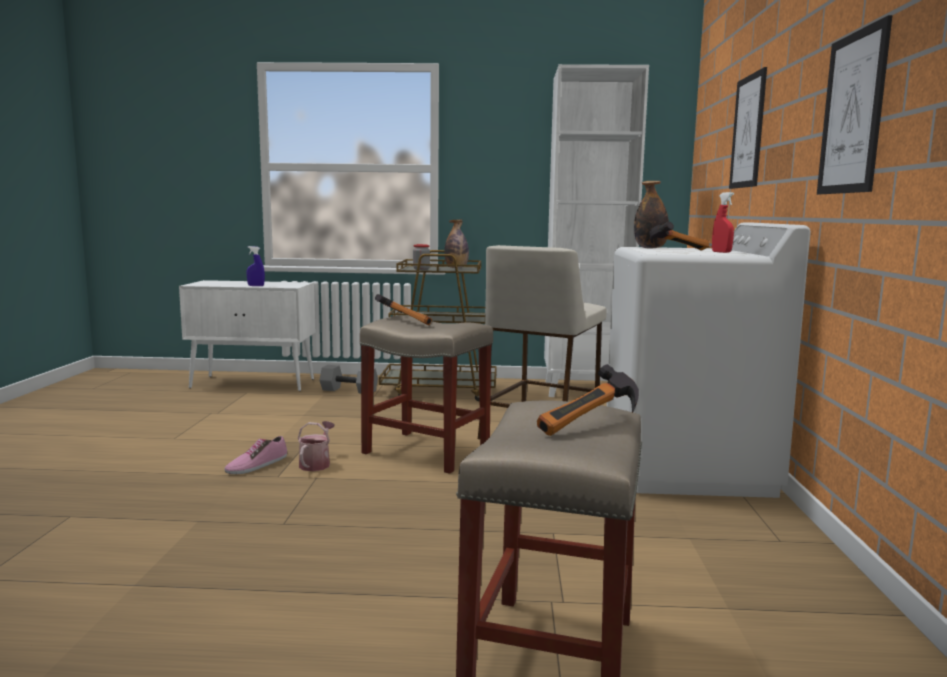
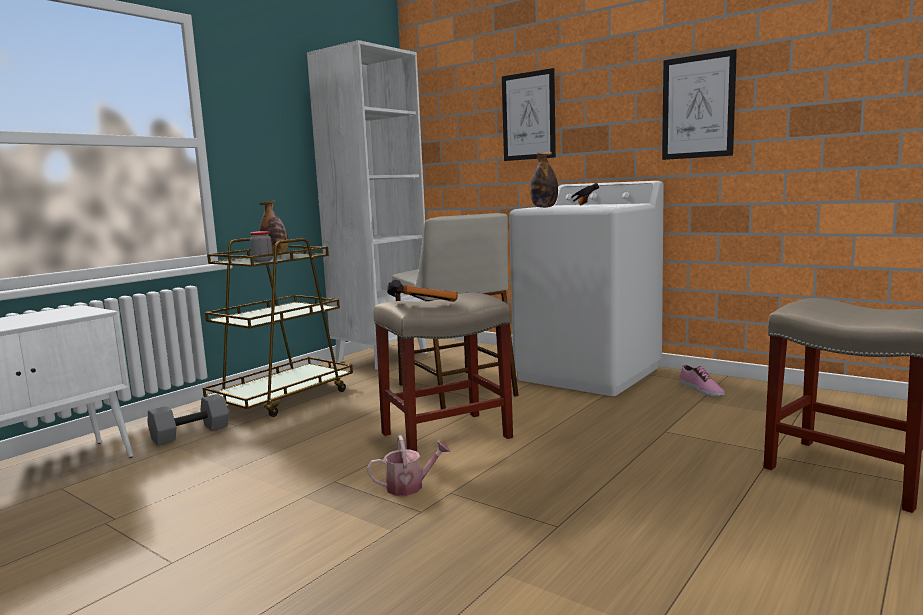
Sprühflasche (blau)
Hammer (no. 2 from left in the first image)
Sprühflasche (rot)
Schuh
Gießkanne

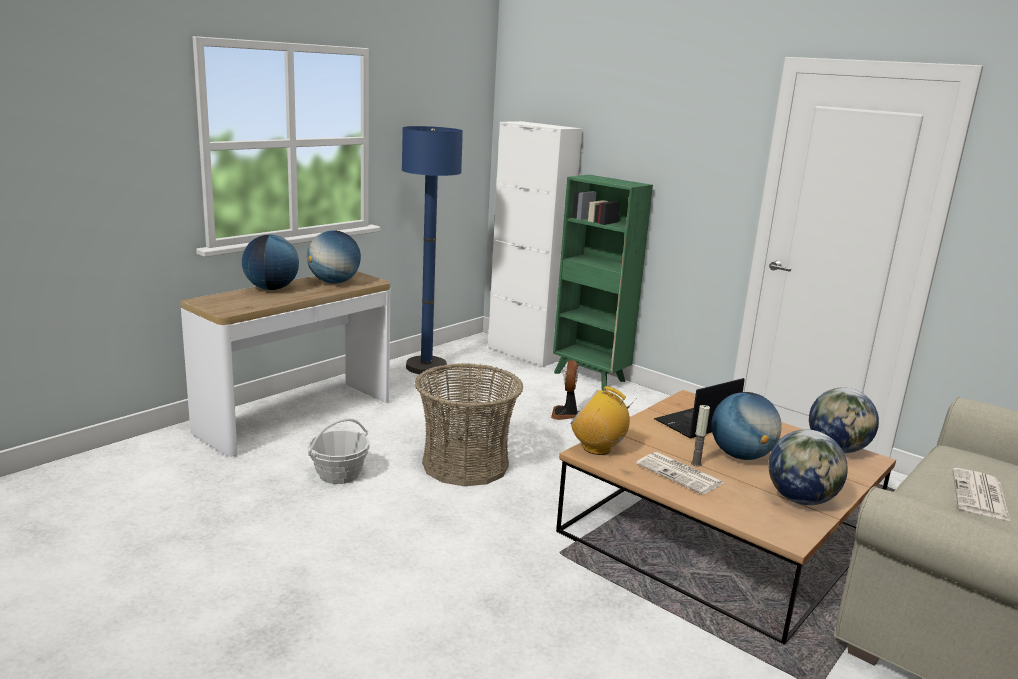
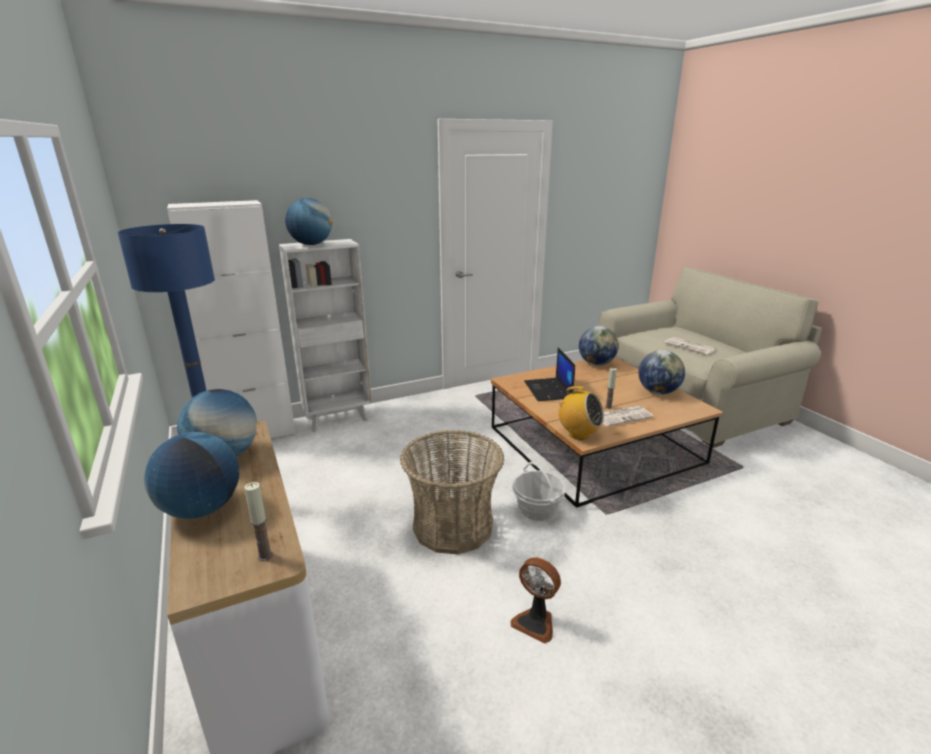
Kerze (no. 1 from left)
Korb (no. 2 from left)
Ventilator
Globus (no. 3 from left)
Bücherregal (weiß)
Radio

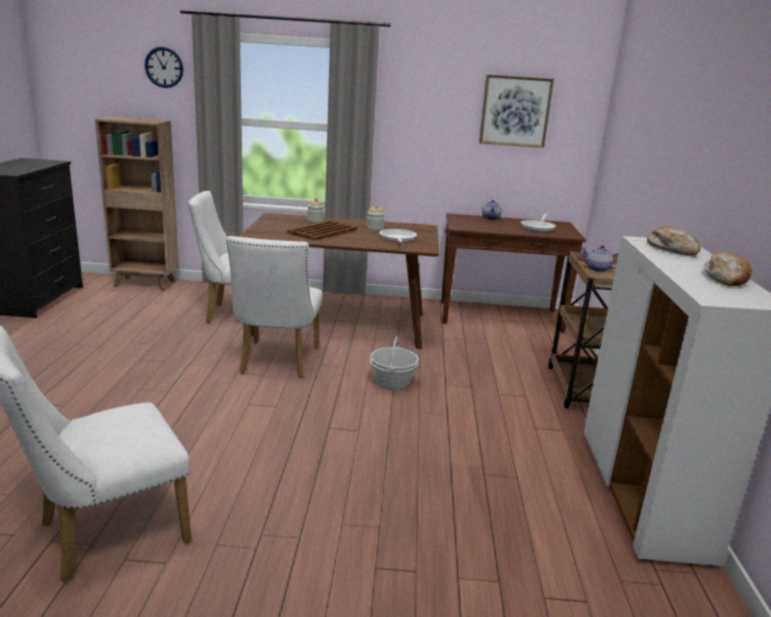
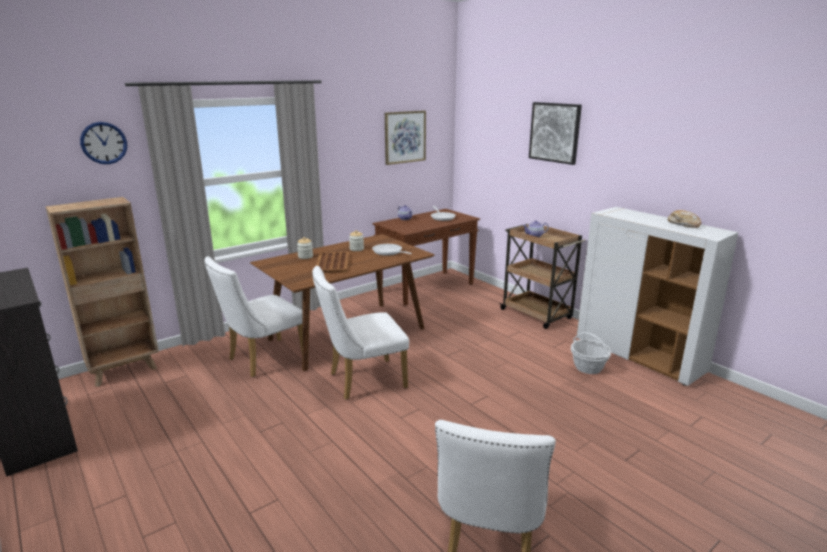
Brot (no. 1 from left in the first image)
Bild (no. 2 from left)
Korb
Stuhl (weiß) (no. 2 from left)

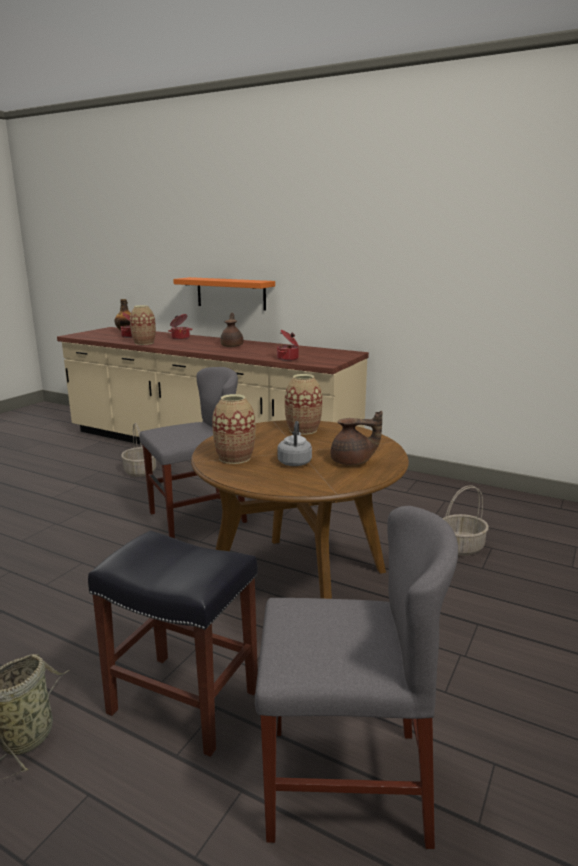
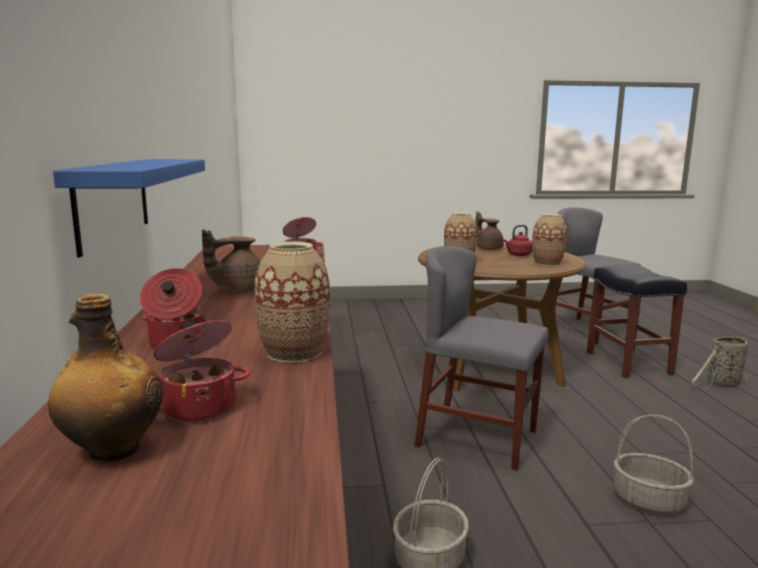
Korb (no. 2 from left)
Wandregal (blau)
Wasserkessel (rot)

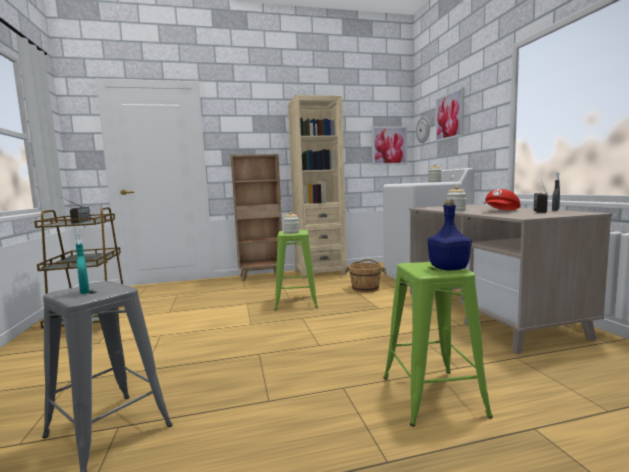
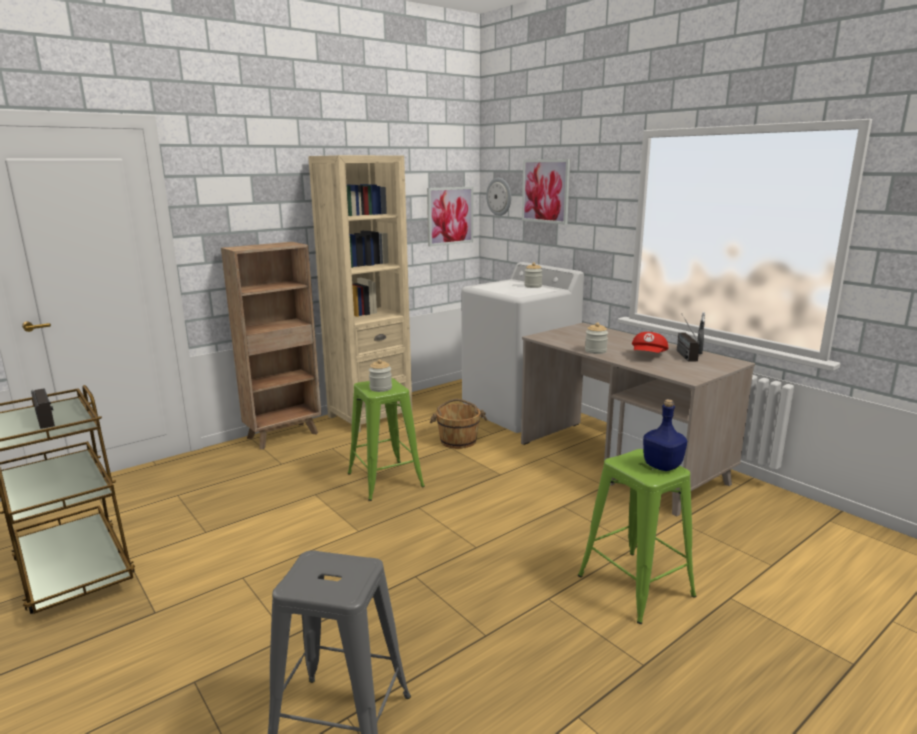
Sprühflasche (türkis)

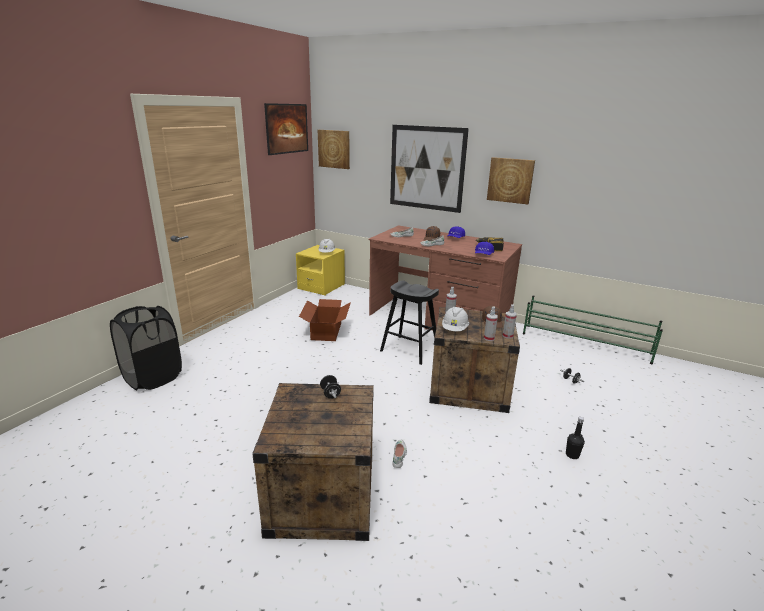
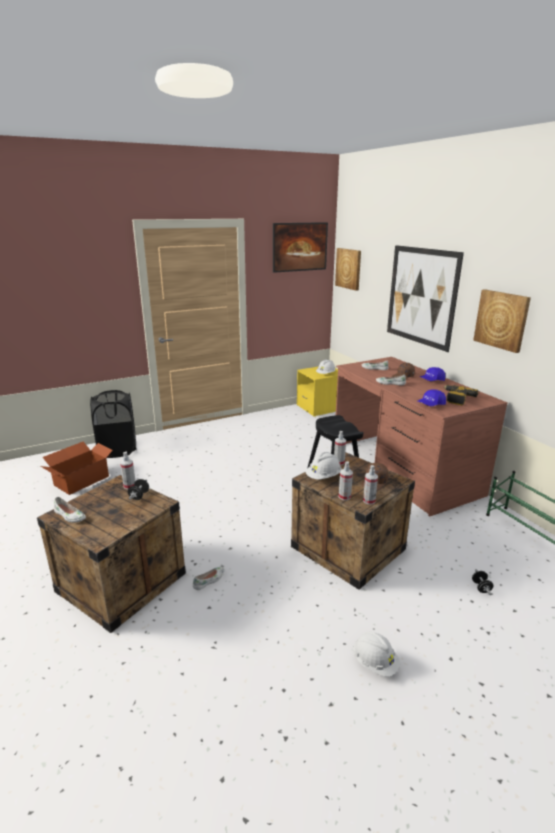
Schuh (weiß) (no. 1 from left)
Sprühflasche (no. 1 from left)
Karton
Schutzhelm (weiß) (no. 3 from left)

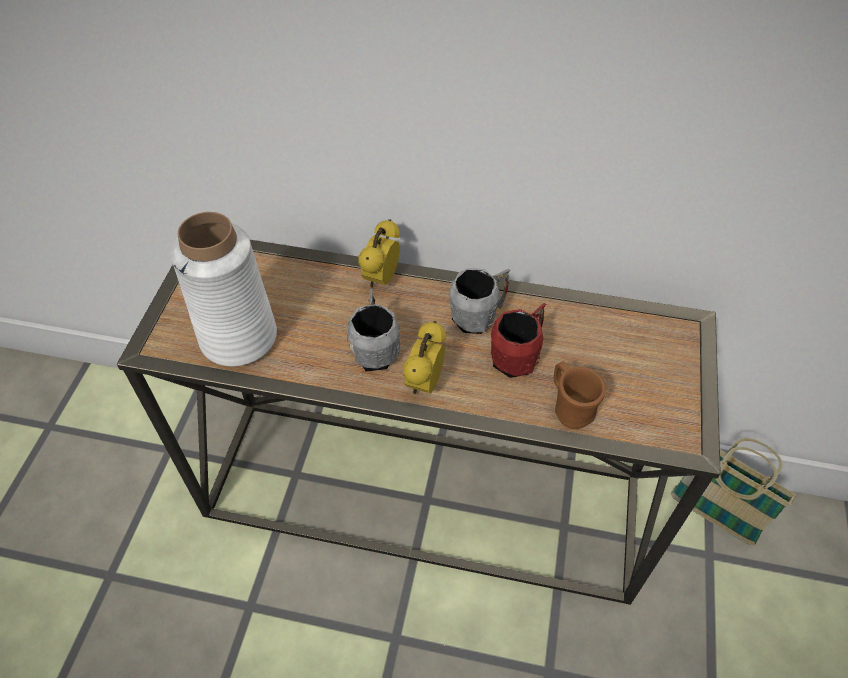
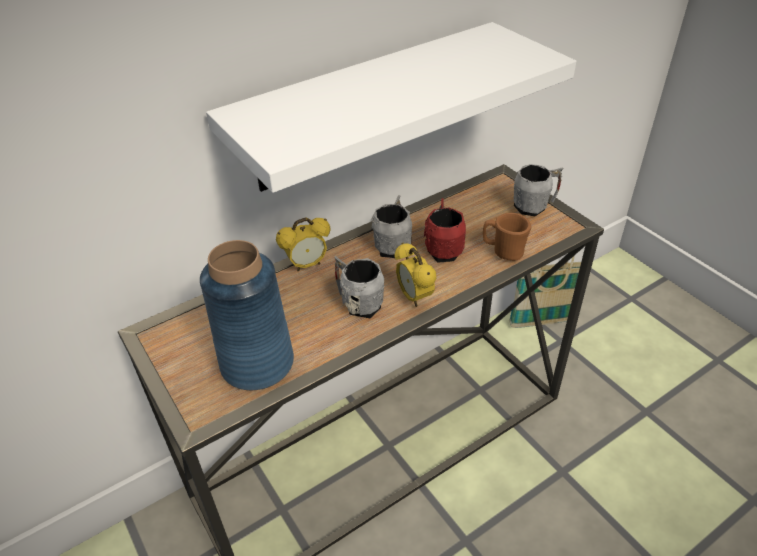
Wandregal (weiß)
Henkelbecher (grau) (no. 3 from left)
Vase (blau)
Wecker (no. 1 from left)

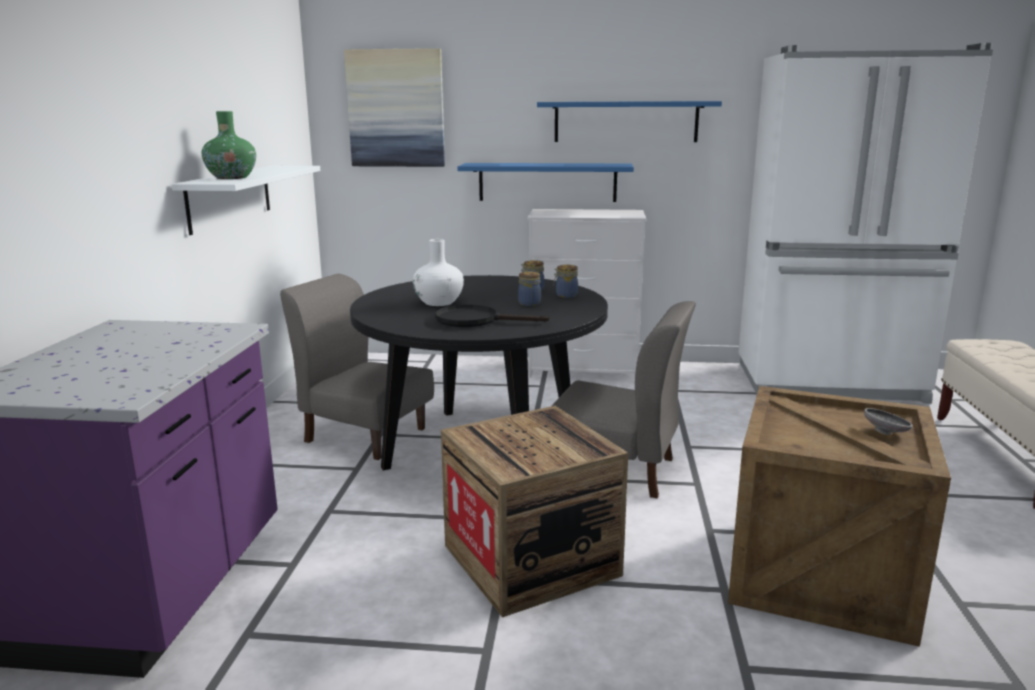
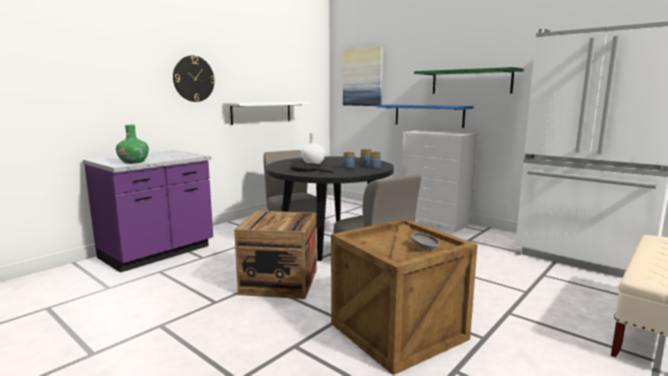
Wanduhr
Vase (grün)
Wandregal (grün)

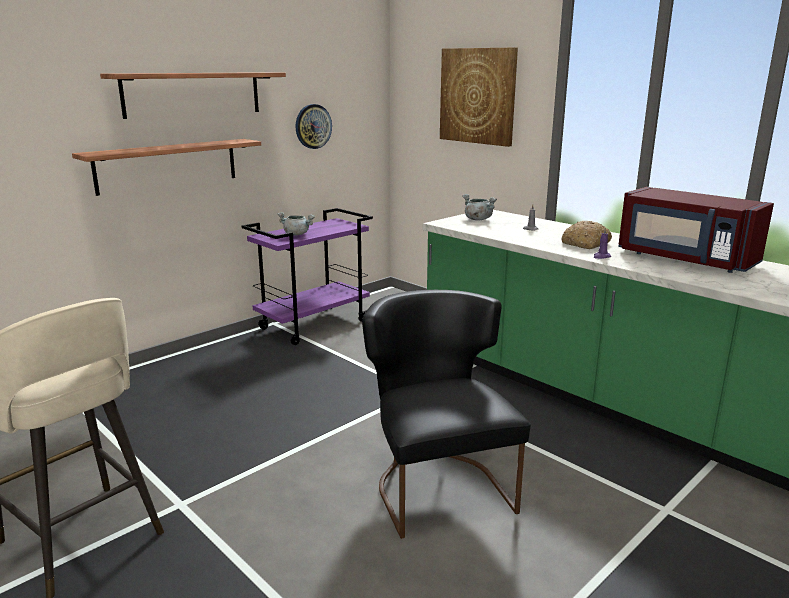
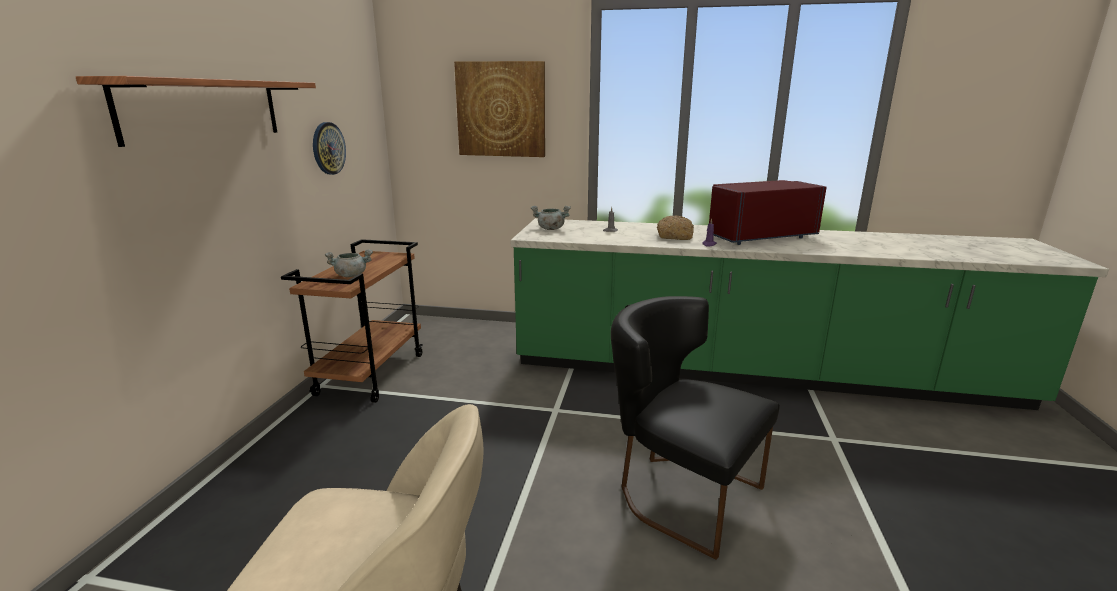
Wandregal (no. 1 from left in the first image)
Rollwagen (braun)
Mikrowelle (rot)

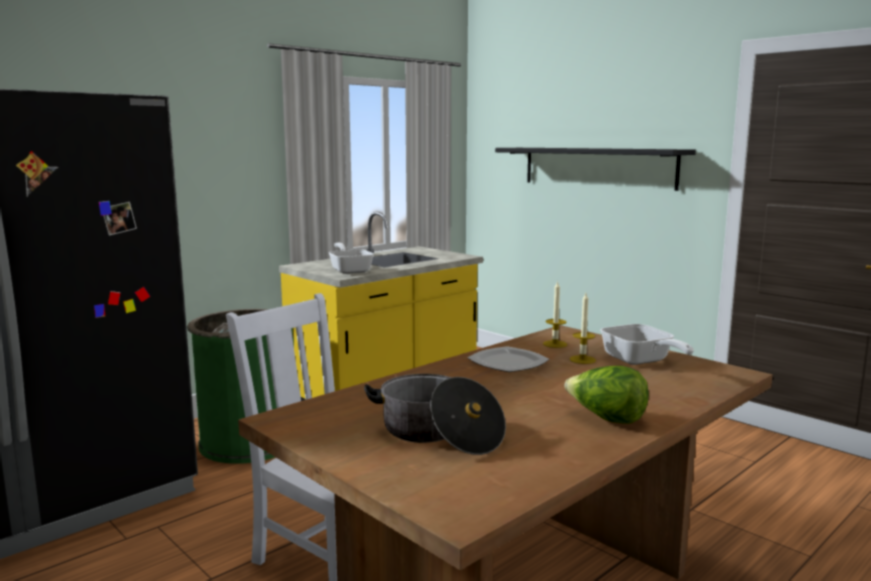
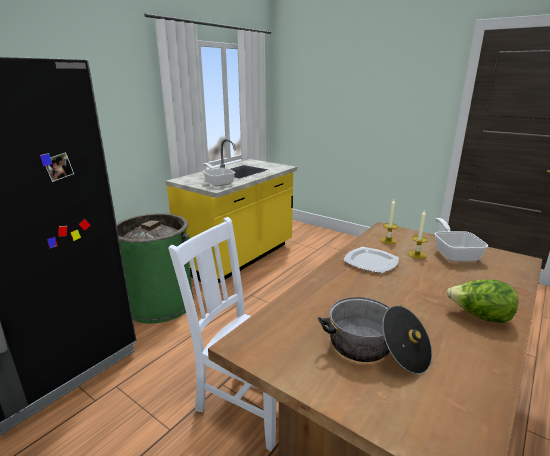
Wandregal (schwarz)
Pfanne (no. 2 from left)

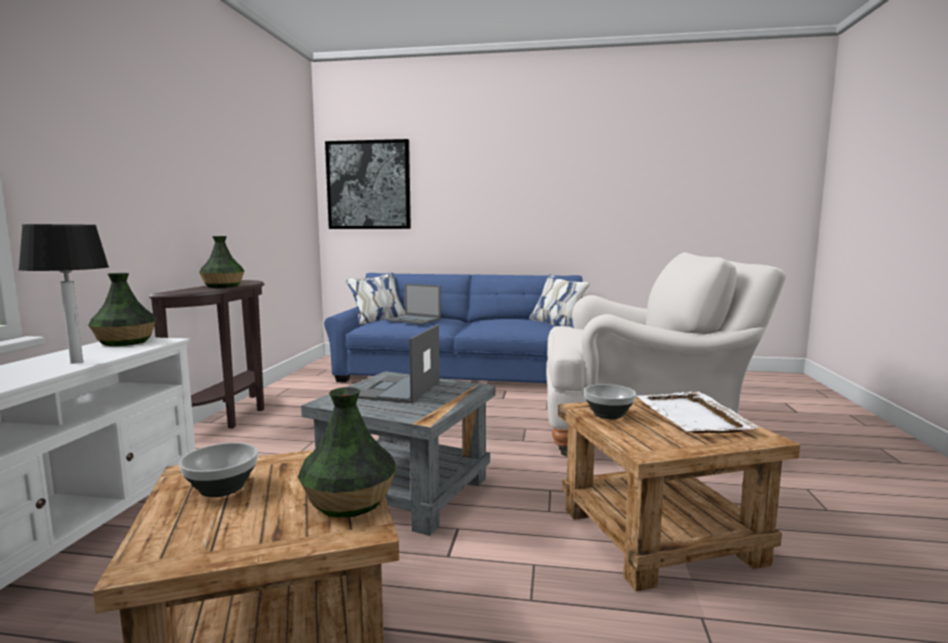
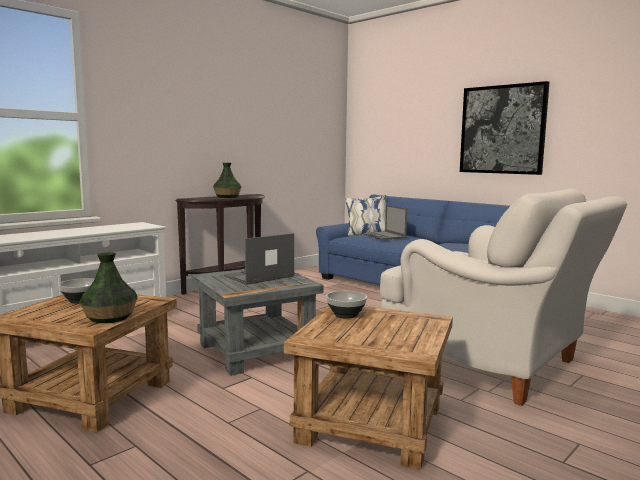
Tischlampe
Vase (no. 1 from left in the first image)
Tablett (weiß)
Bild

